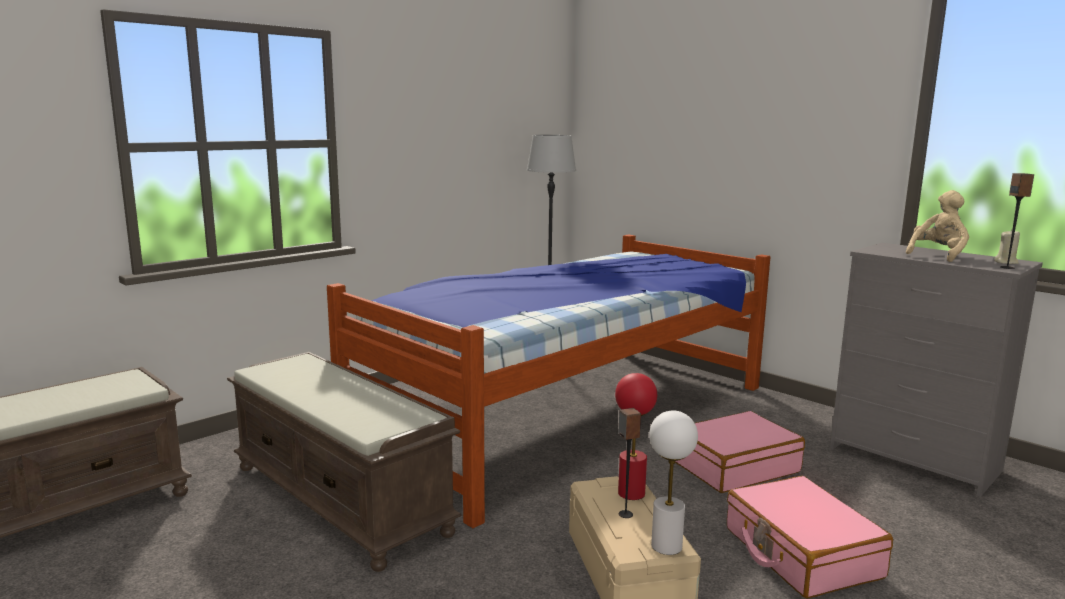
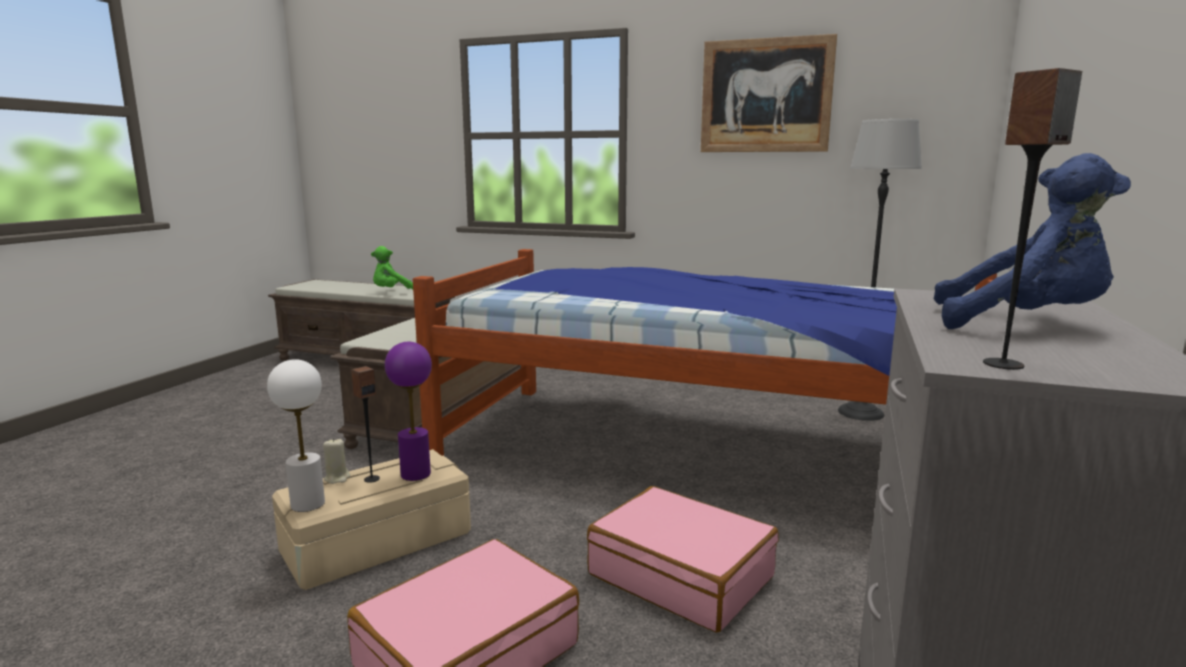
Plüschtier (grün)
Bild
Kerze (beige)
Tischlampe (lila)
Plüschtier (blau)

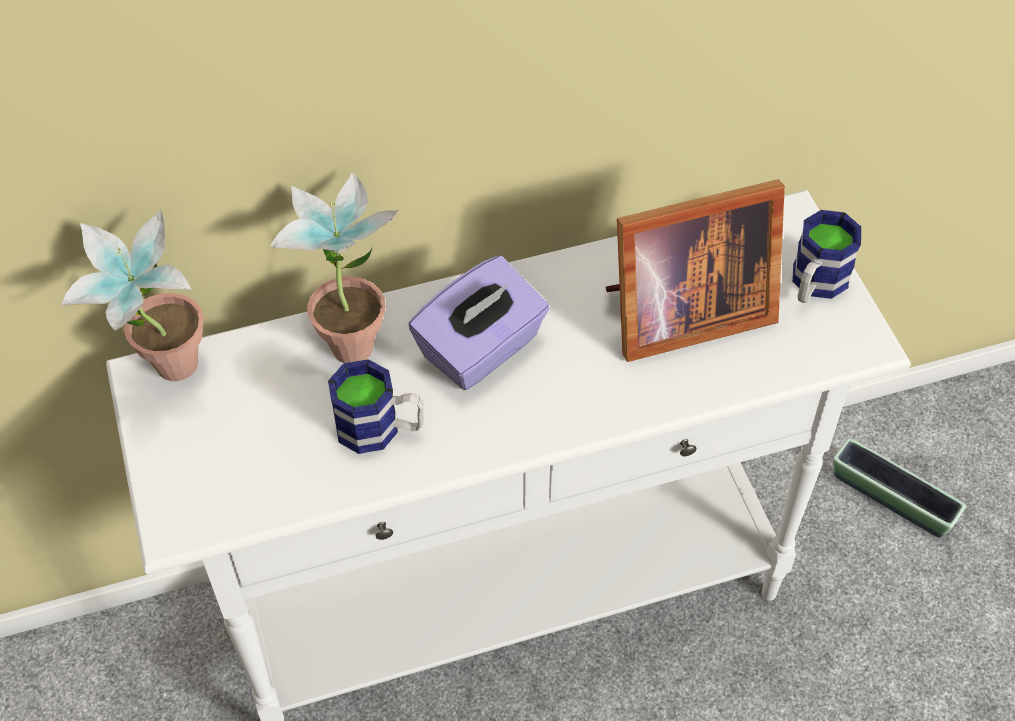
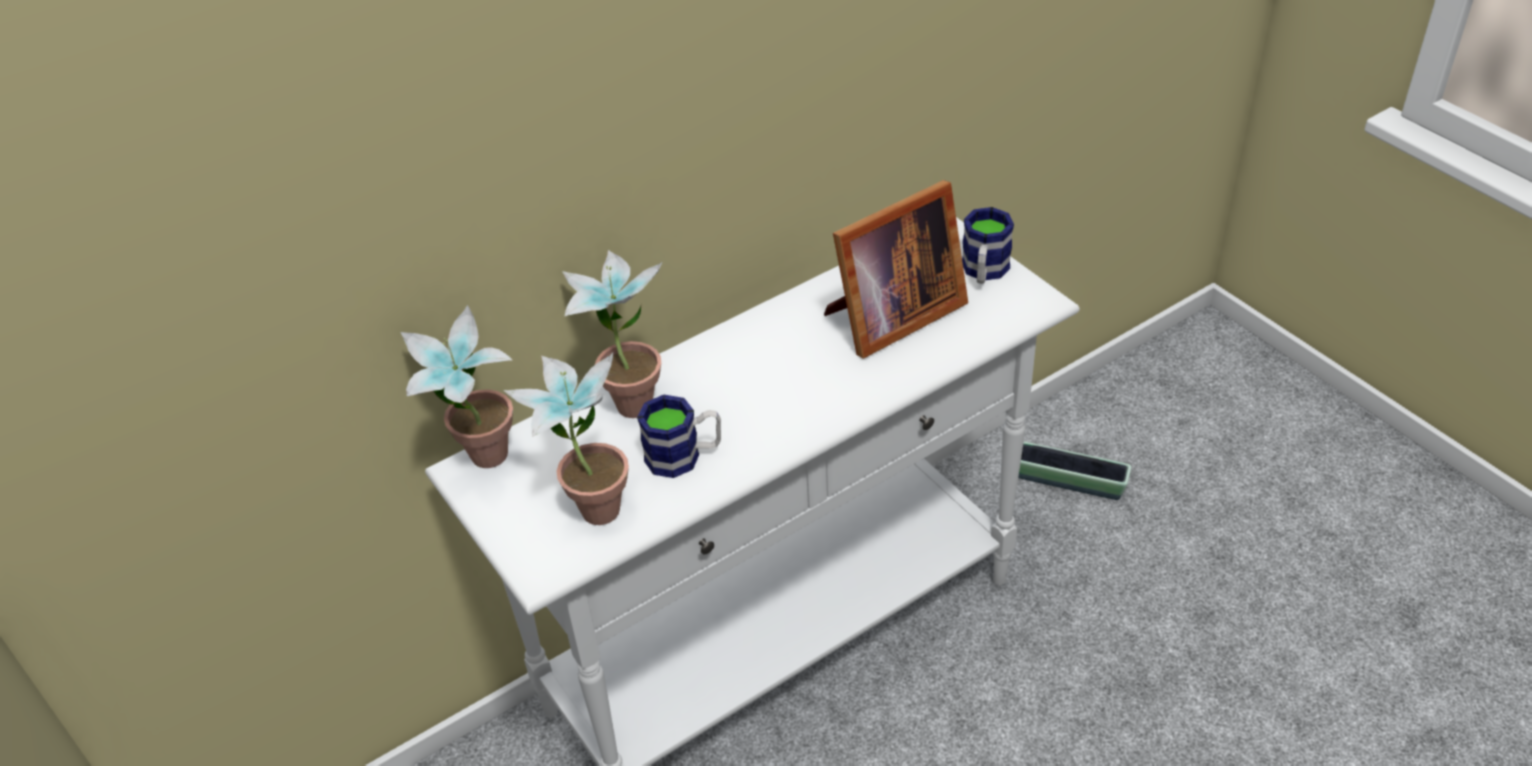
Taschentuchbox (lila)
Topfpflanze (no. 2 from left)

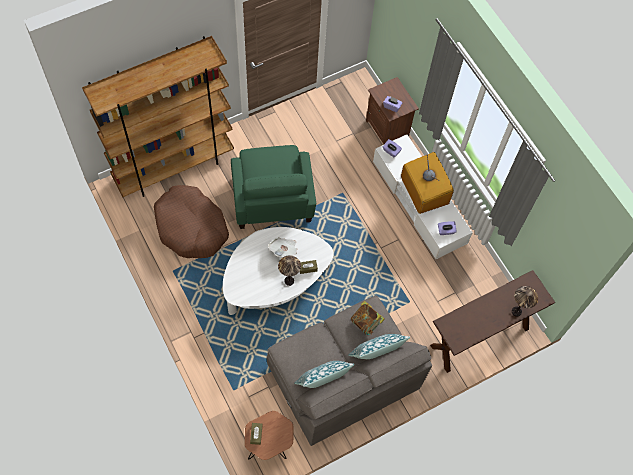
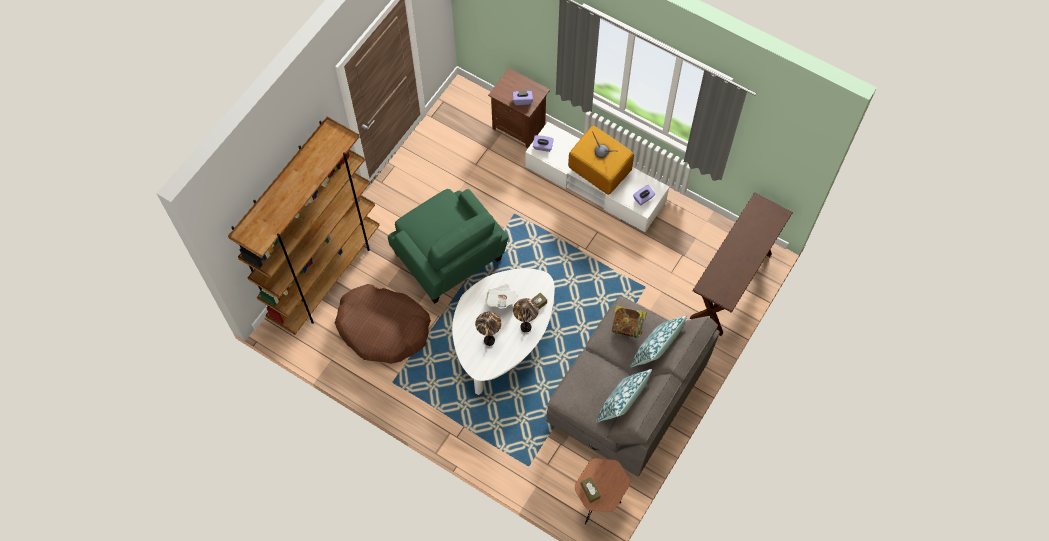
Tischlampe (no. 1 from left)

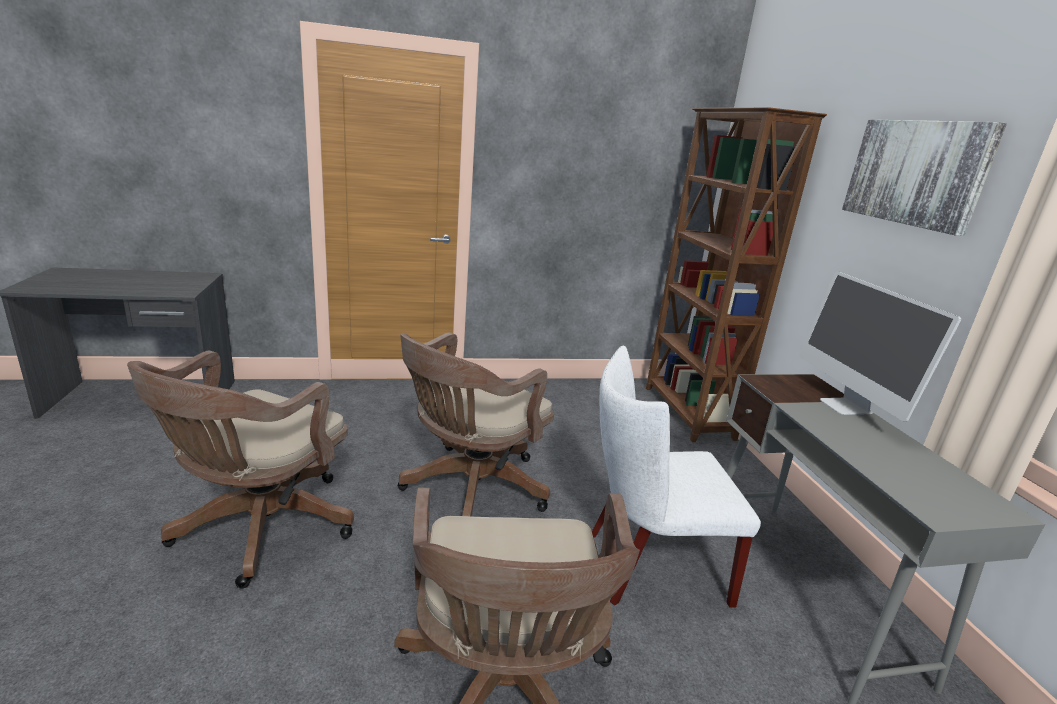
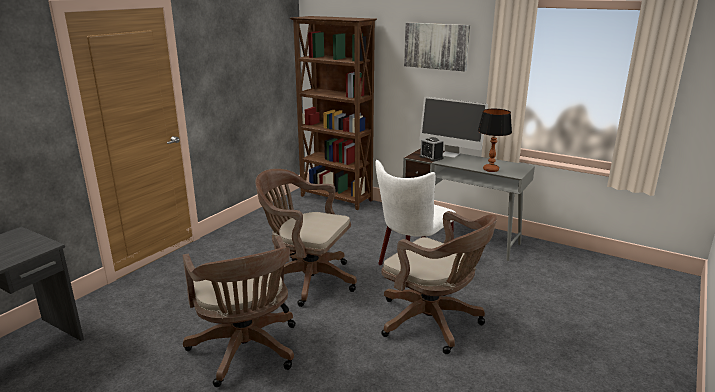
Wecker
Tischlampe
Bürostuhl (braun) (no. 2 from left)

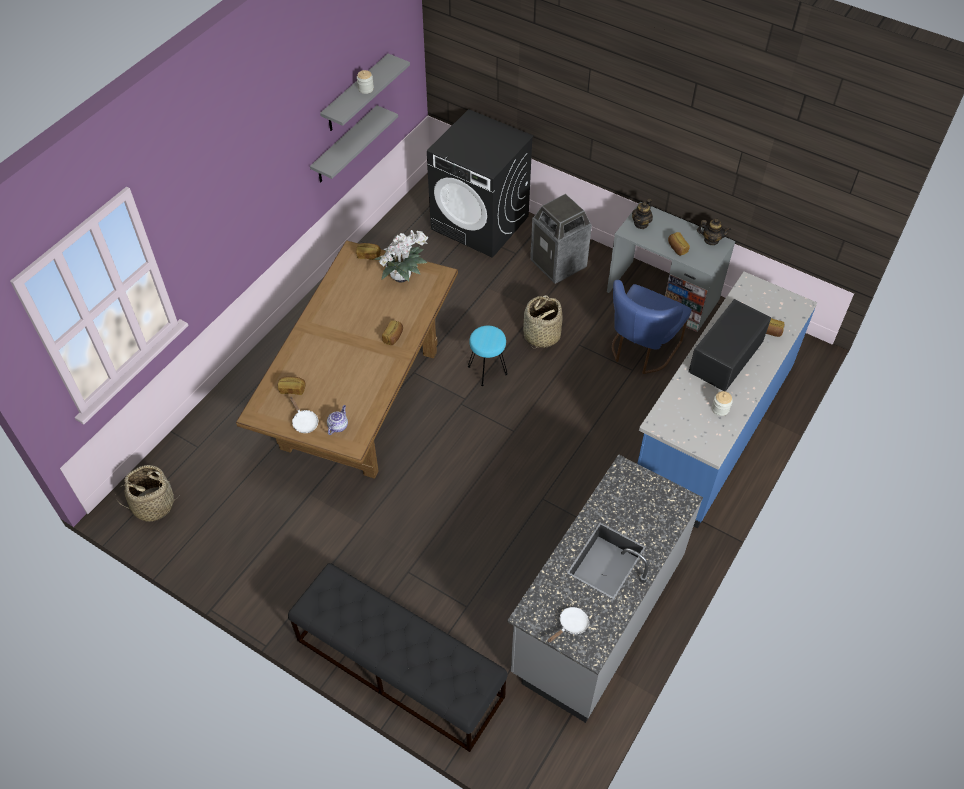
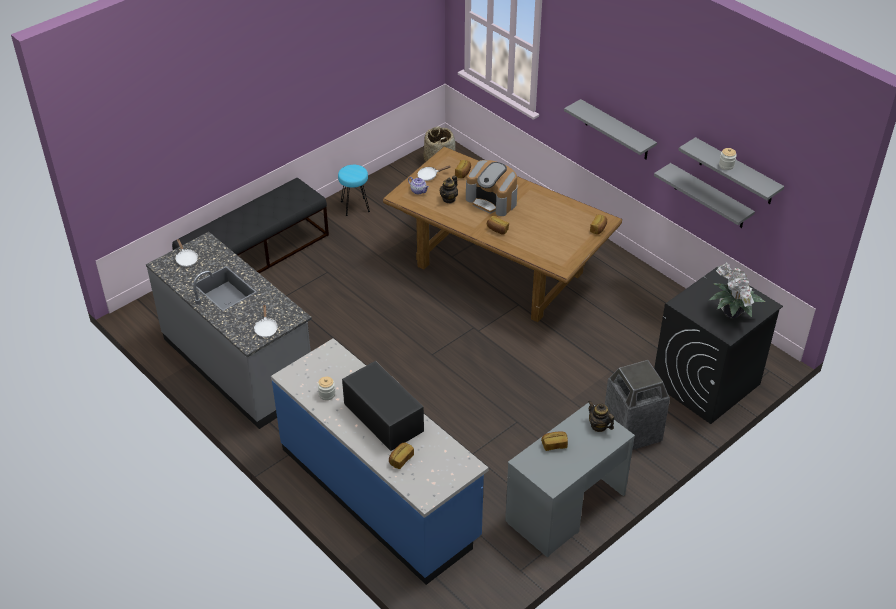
Korb (no. 2 from left in the first image)
Stuhl (blau)
Pfanne (weiß) (no. 2 from left)
Kaffeemaschine
Wandregal (grau) (no. 1 from left)
Topfpflanze
Hocker (türkis)
Teekanne (no. 2 from left)

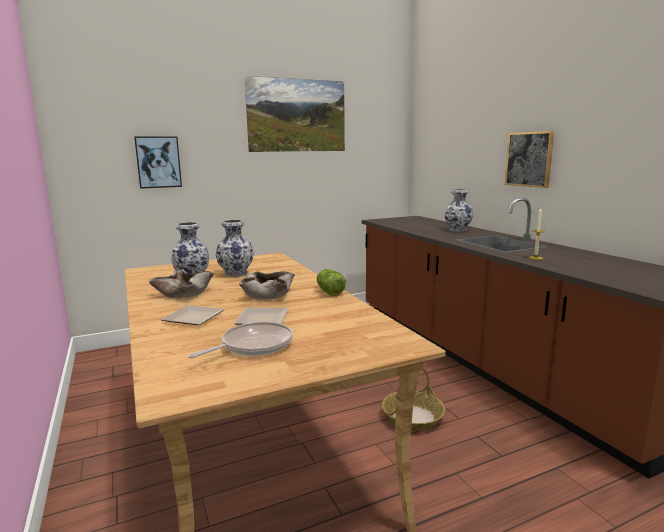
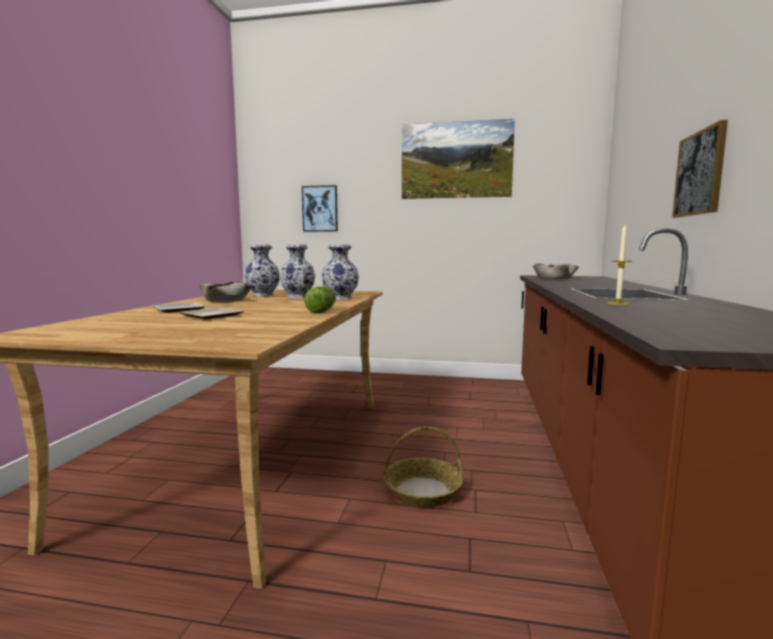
Pfanne
Schüssel (beige) (no. 2 from left)
Vase (no. 3 from left)

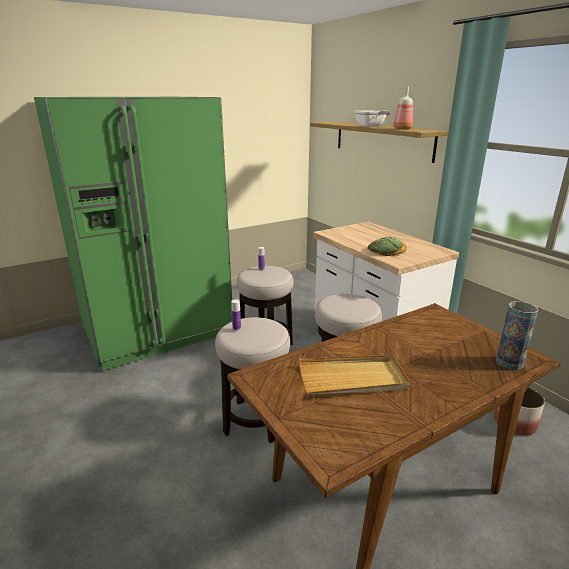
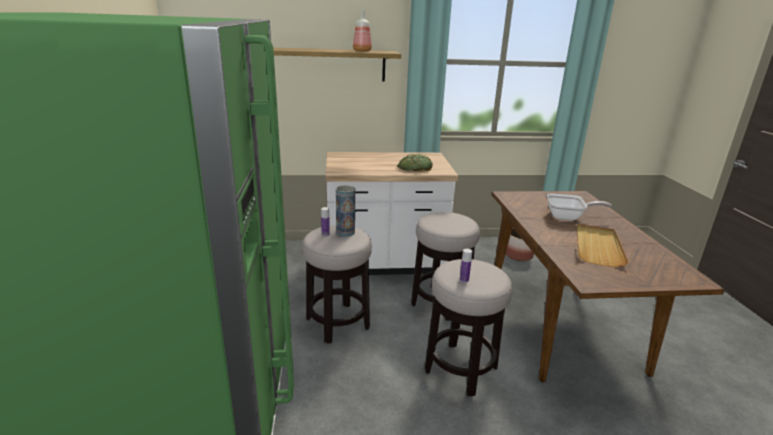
Pfanne
Vase

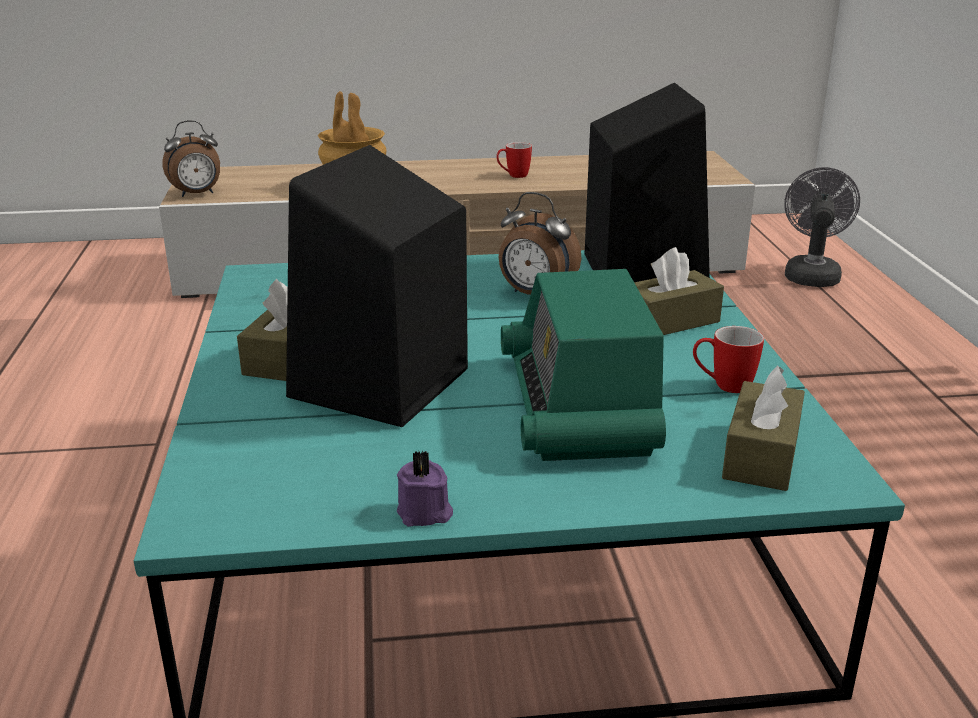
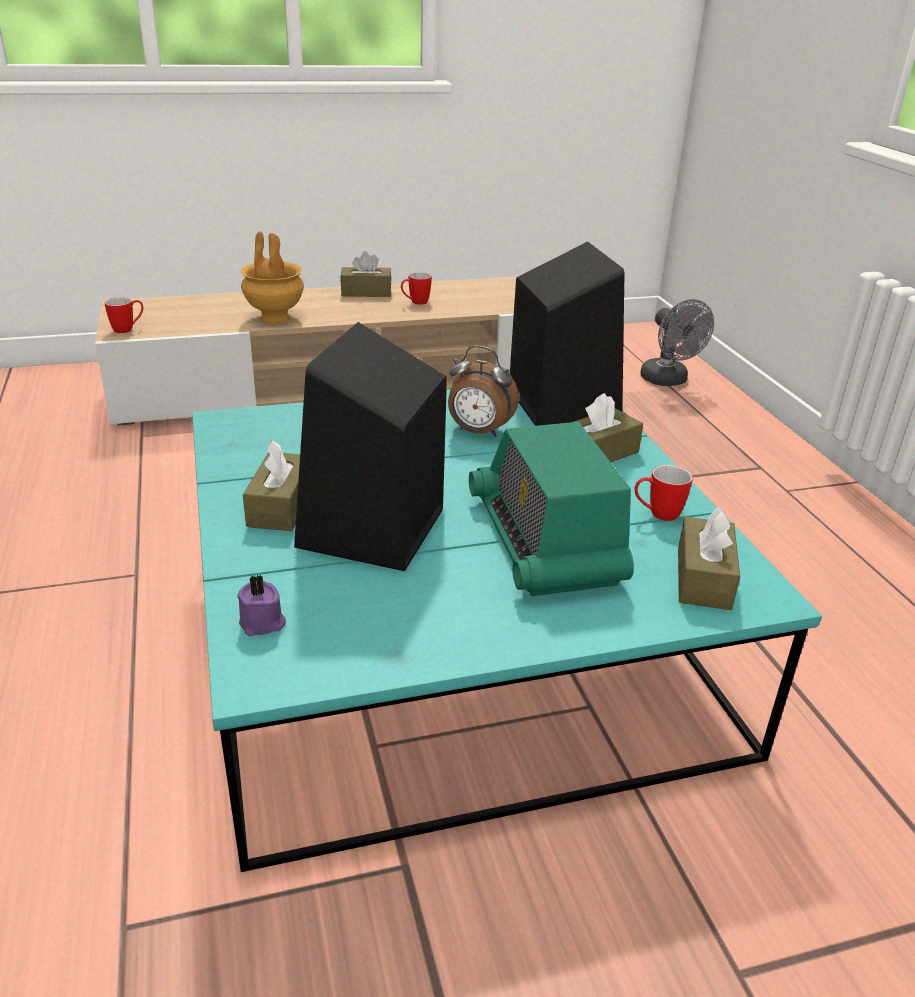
Taschentuchbox (braun) (no. 2 from left)
Kerze (lila)
Henkelbecher (no. 1 from left)
Ventilator (grau)

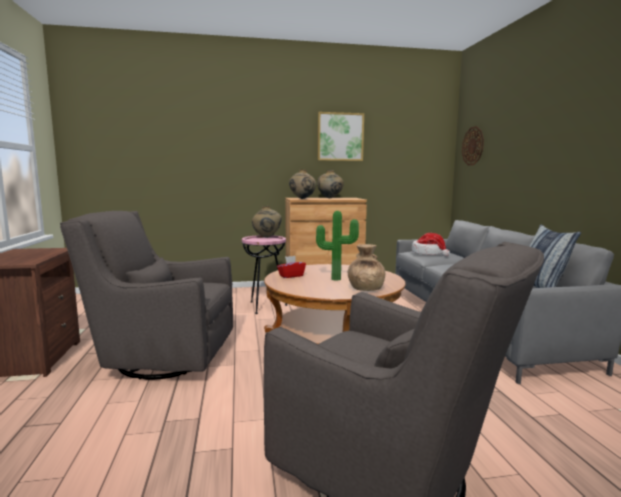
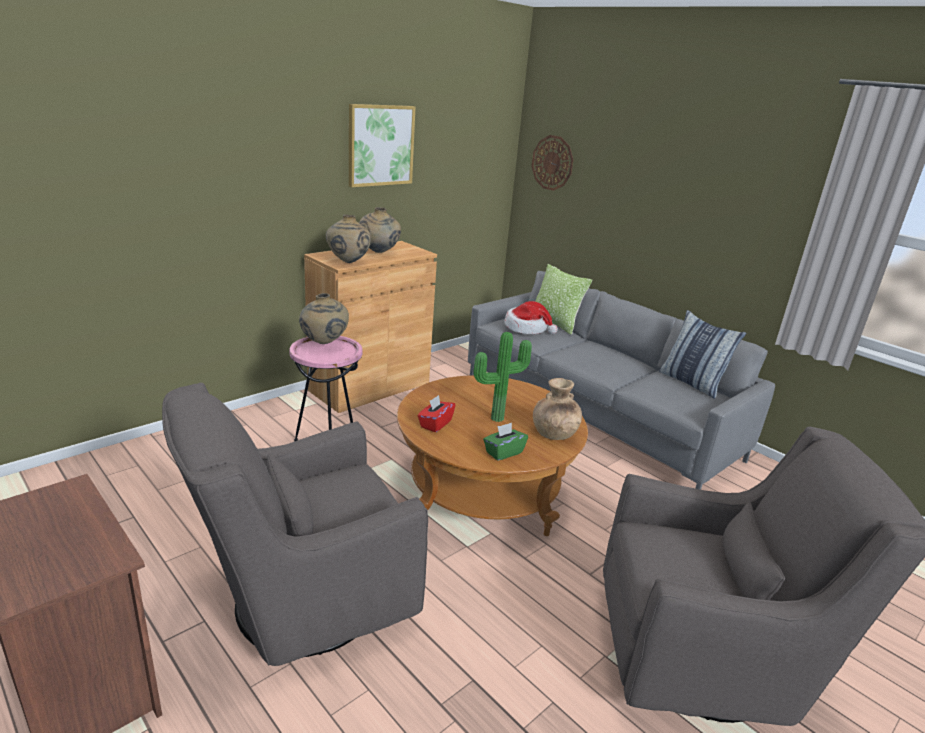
Taschentuchbox (grün)
Kissen (no. 1 from left)

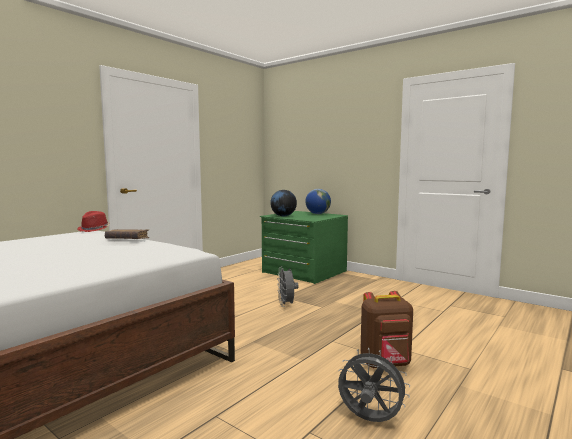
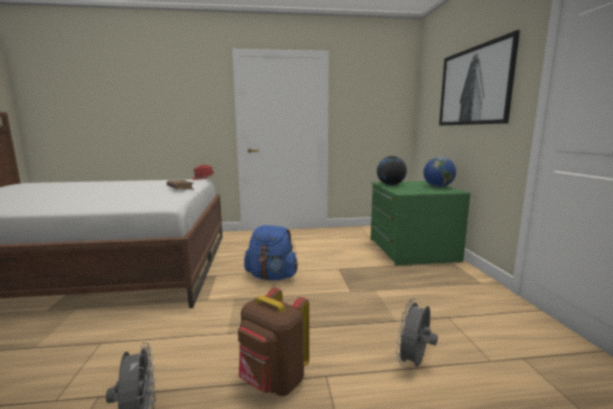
Rucksack (blau)
Bild
Ventilator (grau) (no. 2 from left)

